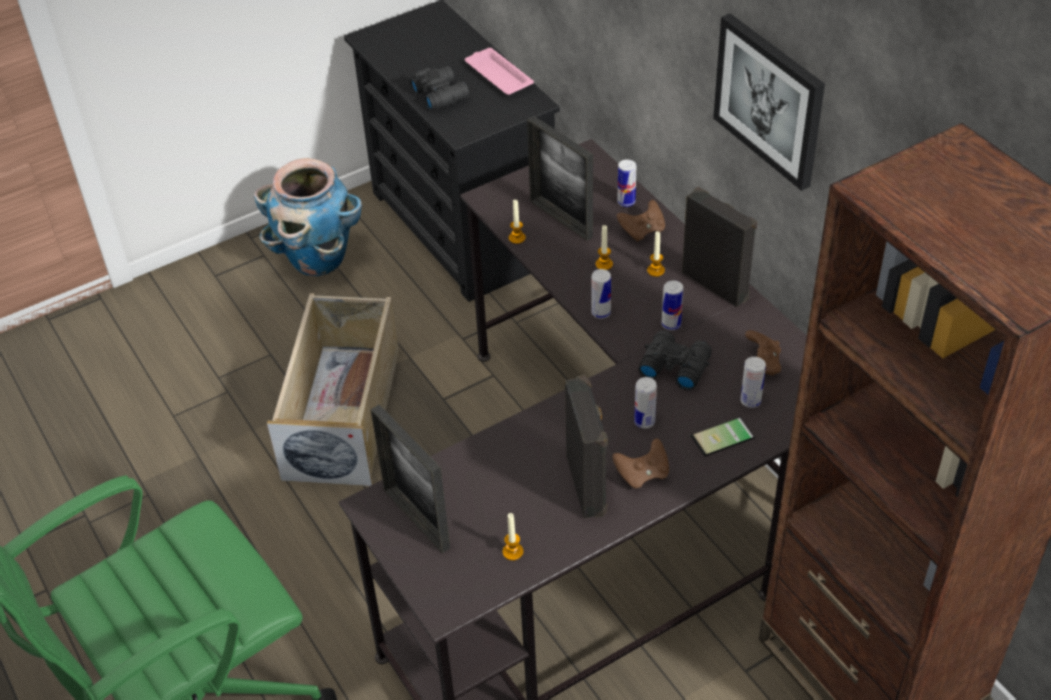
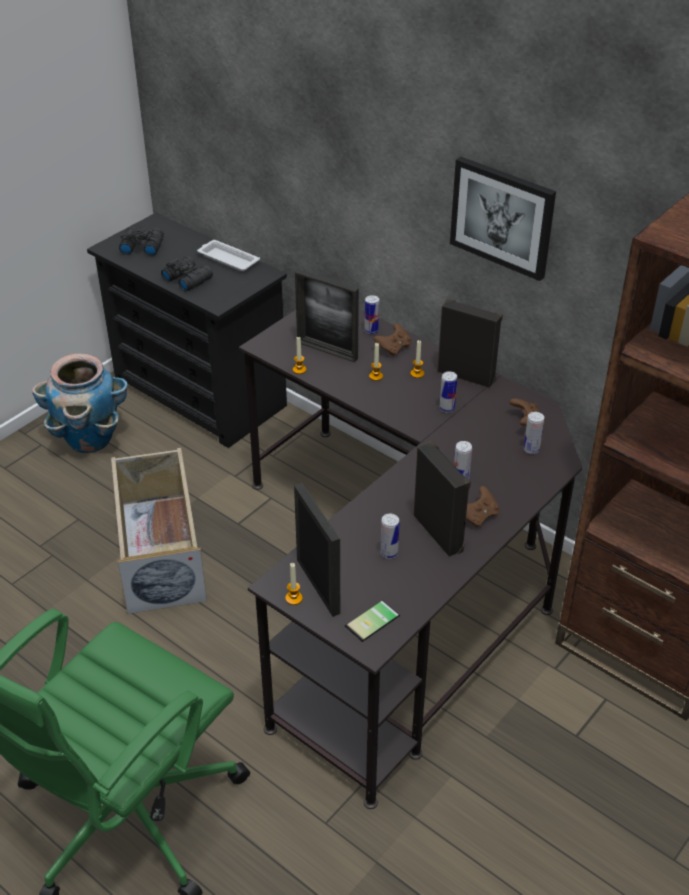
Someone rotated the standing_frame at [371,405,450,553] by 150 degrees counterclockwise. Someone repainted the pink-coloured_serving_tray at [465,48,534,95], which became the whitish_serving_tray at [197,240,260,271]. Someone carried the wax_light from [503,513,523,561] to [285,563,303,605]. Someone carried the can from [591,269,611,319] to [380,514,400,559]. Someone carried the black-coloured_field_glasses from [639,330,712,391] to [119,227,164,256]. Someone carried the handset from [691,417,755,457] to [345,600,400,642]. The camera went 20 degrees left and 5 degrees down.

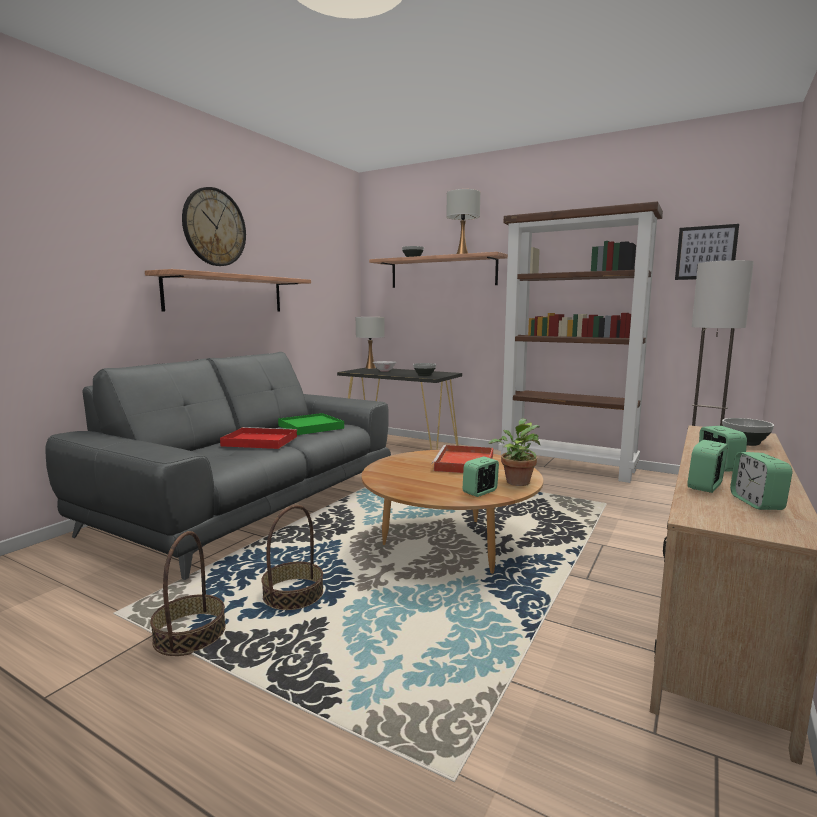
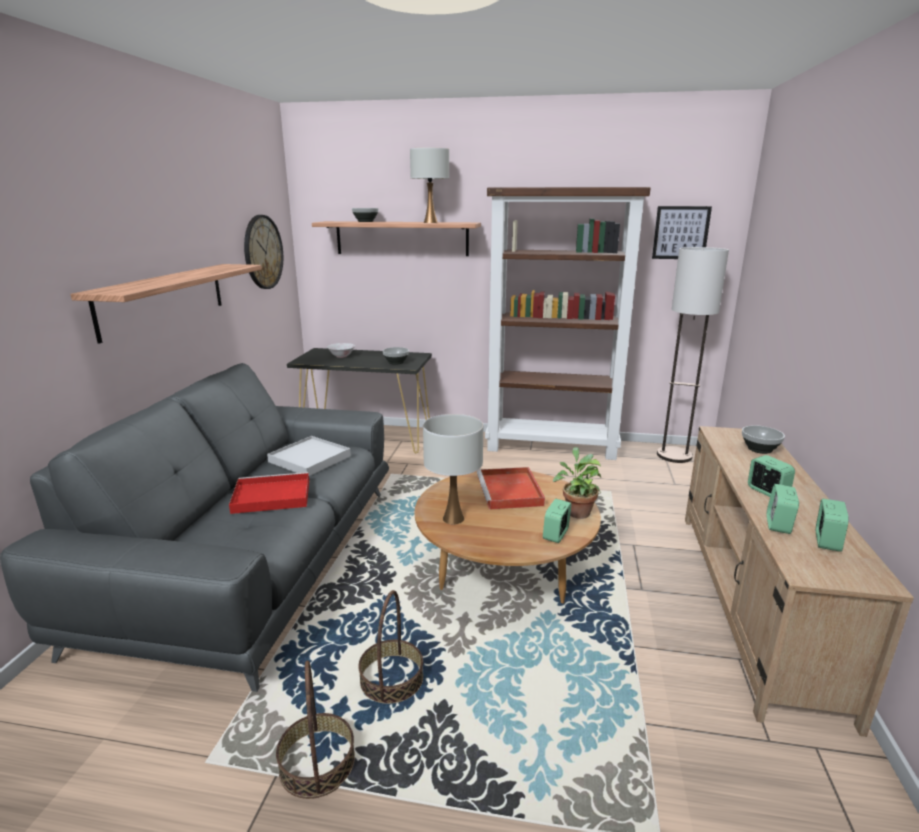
Someone carried the wall_clock from [182,187,246,266] to [244,215,283,289]. Someone repainted the green-coloured_serving_tray at [278,413,344,435], which became the whitish_serving_tray at [267,436,351,476]. Someone carried the whitish_lamp_for_a_table from [356,317,385,369] to [423,414,483,524]. Someone rotated the alarm_clock at [730,452,792,510] by 135 degrees counterclockwise. The camera went 20 degrees left and 10 degrees up.

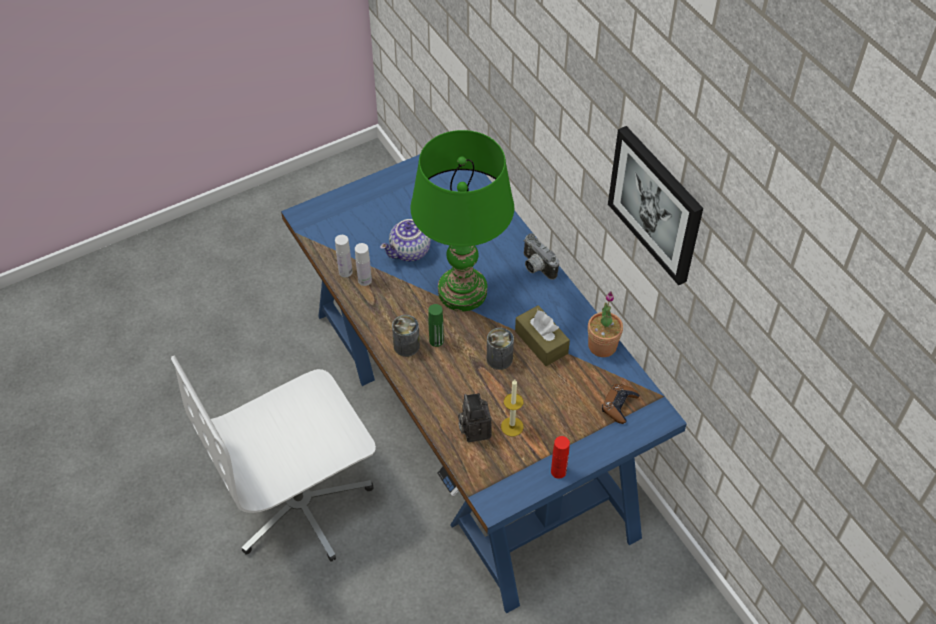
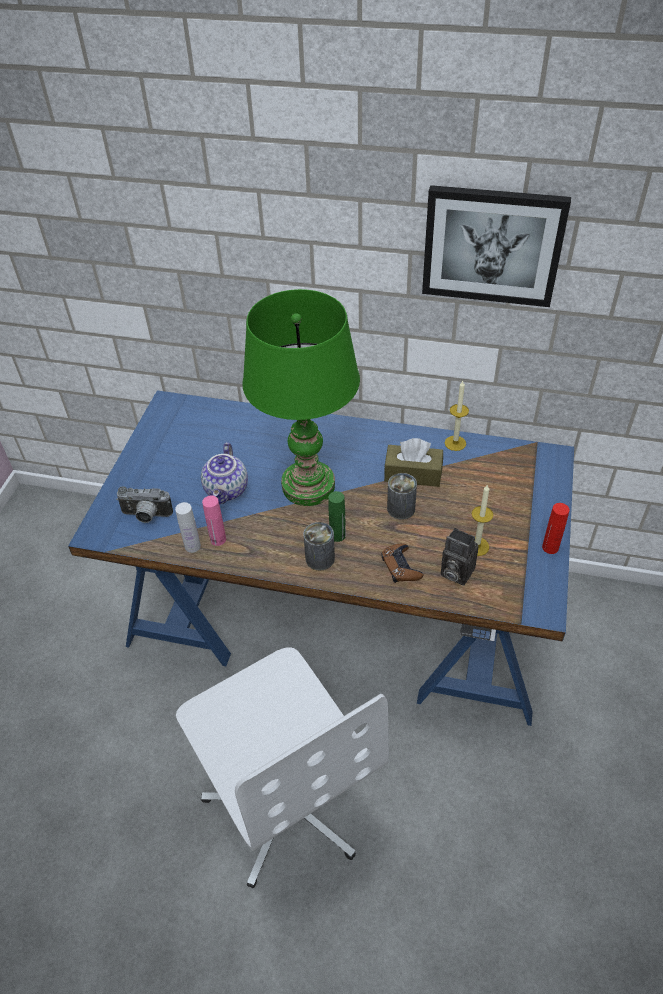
Someone rotated the whitish_computer_chair at [171,355,376,562] by 45 degrees counterclockwise. Someone repainted the whitish_beverage_bottle at [355,243,372,286], which became the pink-coloured_beverage_bottle at [202,495,226,546]. Someone carried the photo_camera from [523,233,559,280] to [116,486,173,523]. Someone swapped the plant_in_a_pot at [588,291,623,357] for the wax_light at [445,381,469,451]. Someone carried the brownish_game_controller from [602,384,639,424] to [381,543,424,583]. The camera went 45 degrees left and 5 degrees down.

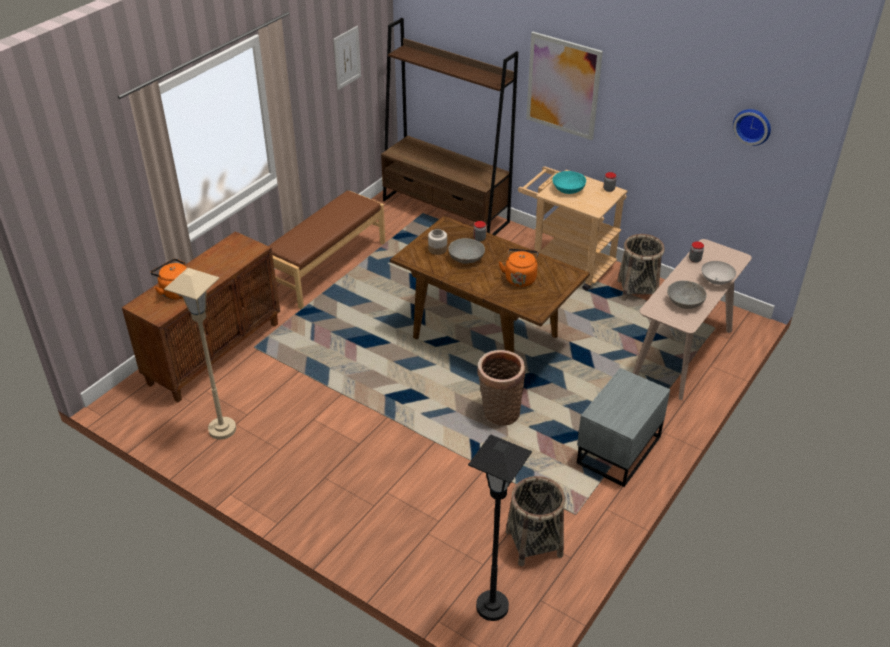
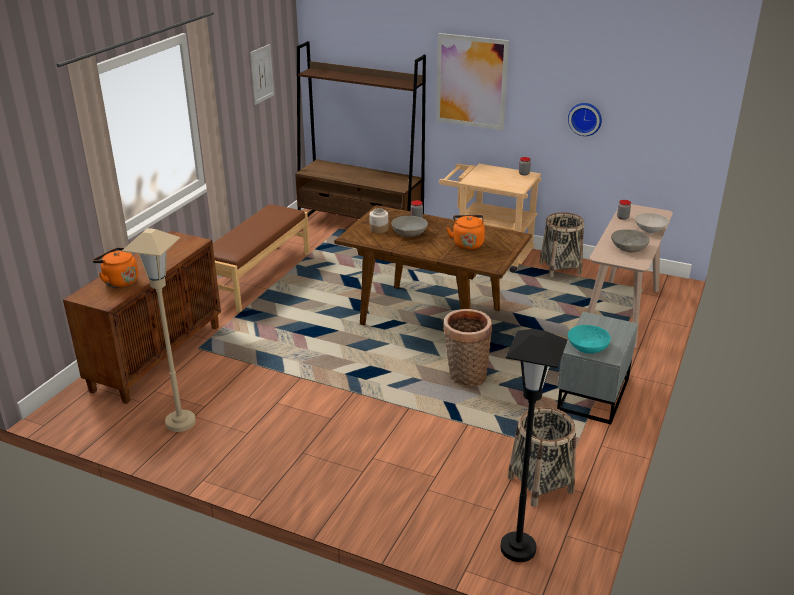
Someone carried the blue-green_serving_bowl from [553,171,586,194] to [568,325,611,354]. Someone carried the wall_clock from [733,109,771,146] to [568,103,602,136]. The camera went 10 degrees left and 10 degrees down.

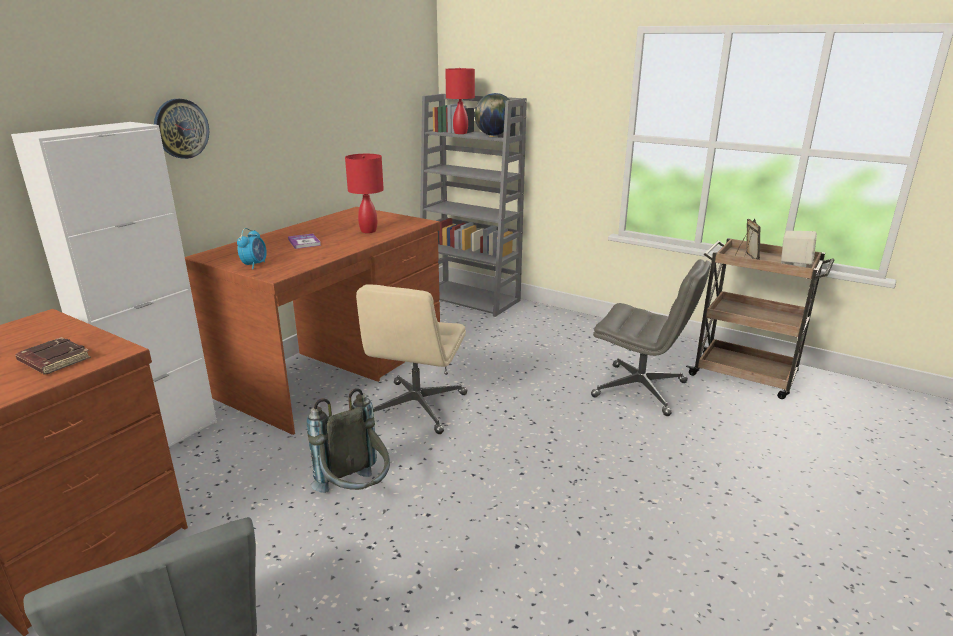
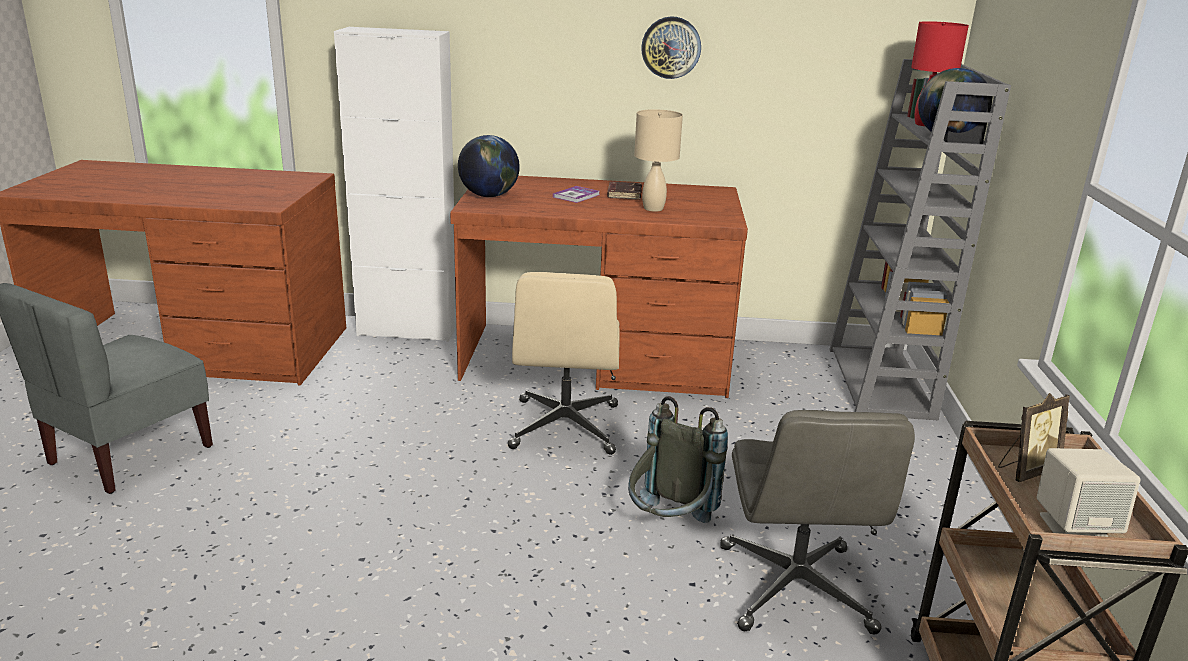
Someone carried the brownish_book from [15,337,91,374] to [607,182,642,200]. Someone carried the wall_clock from [154,99,209,159] to [641,17,701,79]. Someone swapped the alarm_clock at [237,228,267,269] for the desk_globe at [458,135,520,197]. Someone carried the greyish_knapsack from [307,388,390,493] to [628,396,728,523]. Someone repainted the reddish_lamp_for_a_table at [345,154,384,233], which became the beige-coloured_lamp_for_a_table at [634,109,683,212]. Someone rotated the beige-coloured_computer_chair at [356,284,467,434] by 75 degrees counterclockwise. The camera went 60 degrees right and 0 degrees up.

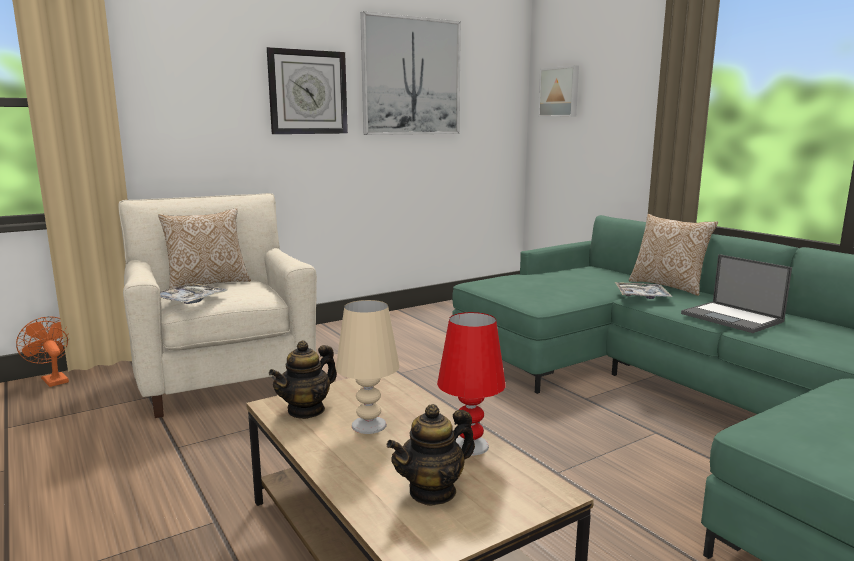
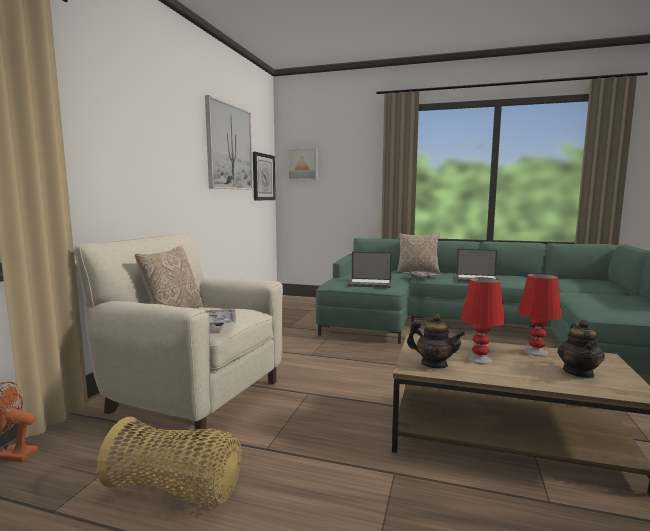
Someone carried the wall_clock from [267,47,348,134] to [253,152,276,200]. Someone rotated the teapot at [269,340,337,419] by 60 degrees counterclockwise. Someone repainted the beige-coloured_lamp_for_a_table at [336,300,400,434], which became the reddish_lamp_for_a_table at [461,277,505,364]. Someone put down the storage_basket at [97,417,242,505]. Someone put down the laptop at [348,251,392,288]. The camera went 40 degrees left and 5 degrees down.

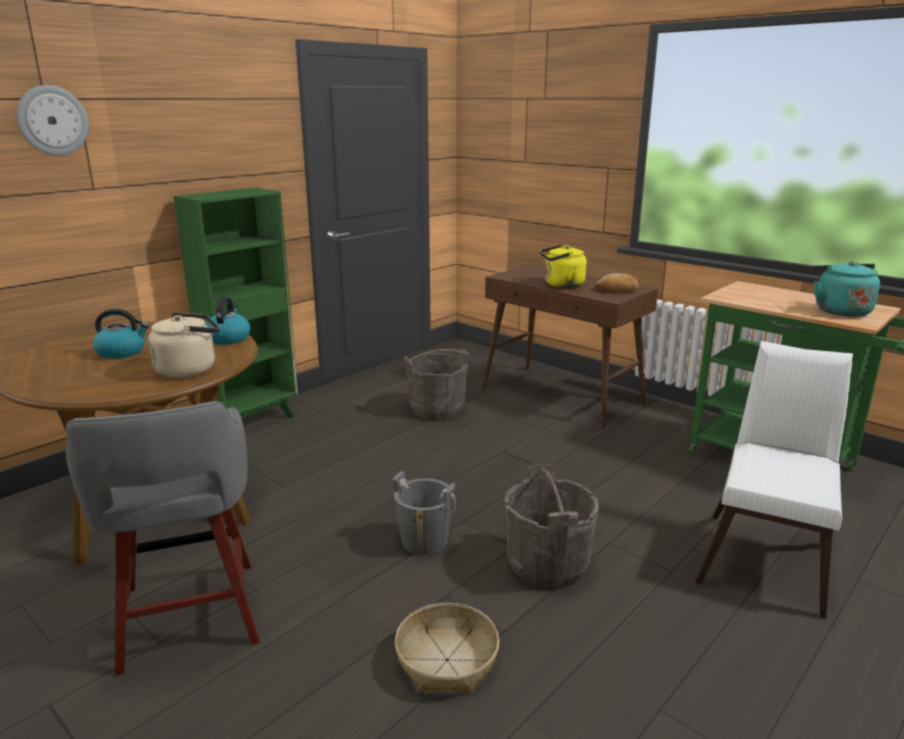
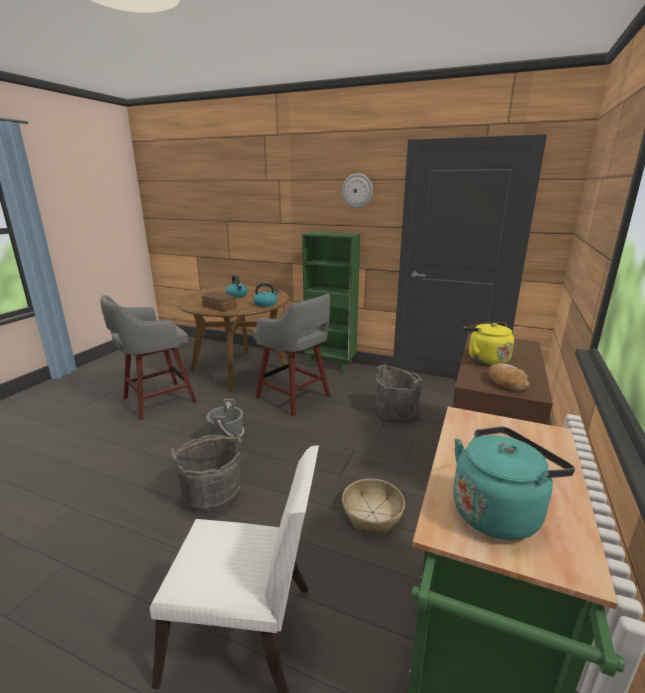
Someone carried the wall_clock from [17,85,89,156] to [342,173,373,208]. Someone swapped the beige-coloured_kettle at [148,313,220,378] for the bread at [202,291,237,312]. Someone carried the storage_basket from [395,603,499,693] to [342,479,405,534]. Someone put down the greyish_stool_seat at [253,294,330,416]. The camera went 70 degrees right and 0 degrees up.

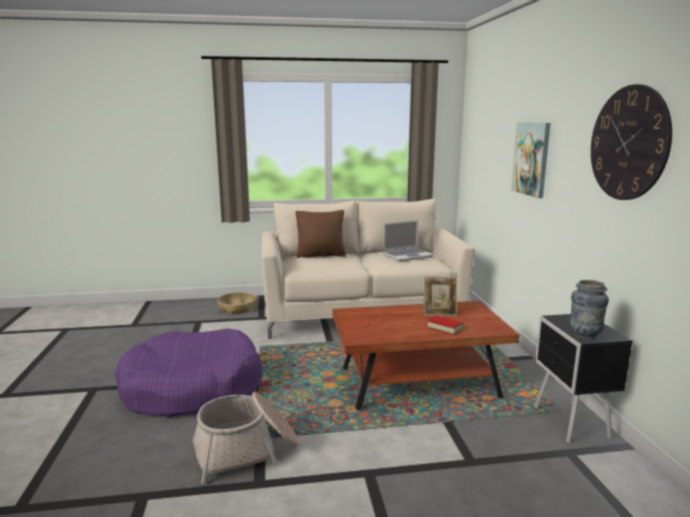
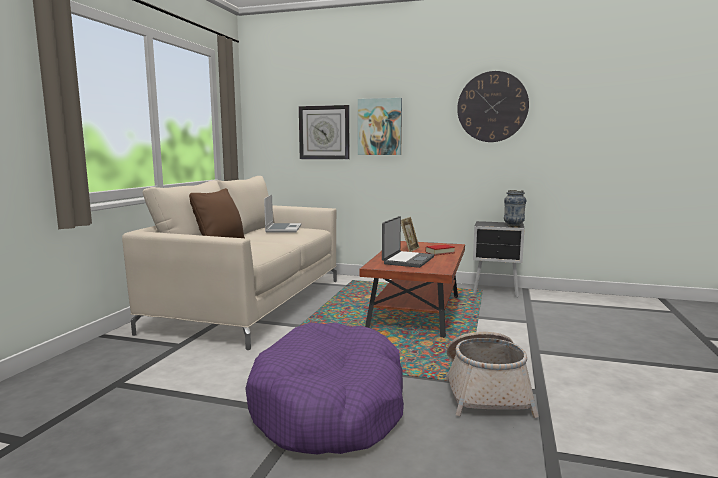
Someone took away the storage_basket at [217,292,256,315]. Someone put up the wall_clock at [299,105,349,159]. Someone put down the laptop at [382,216,435,268]. The camera went 65 degrees left and 5 degrees down.

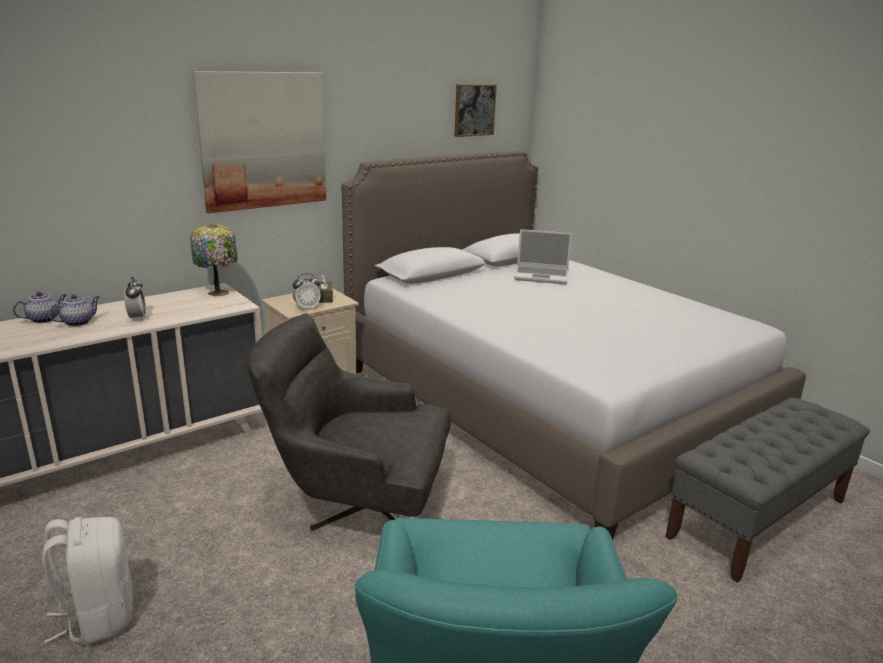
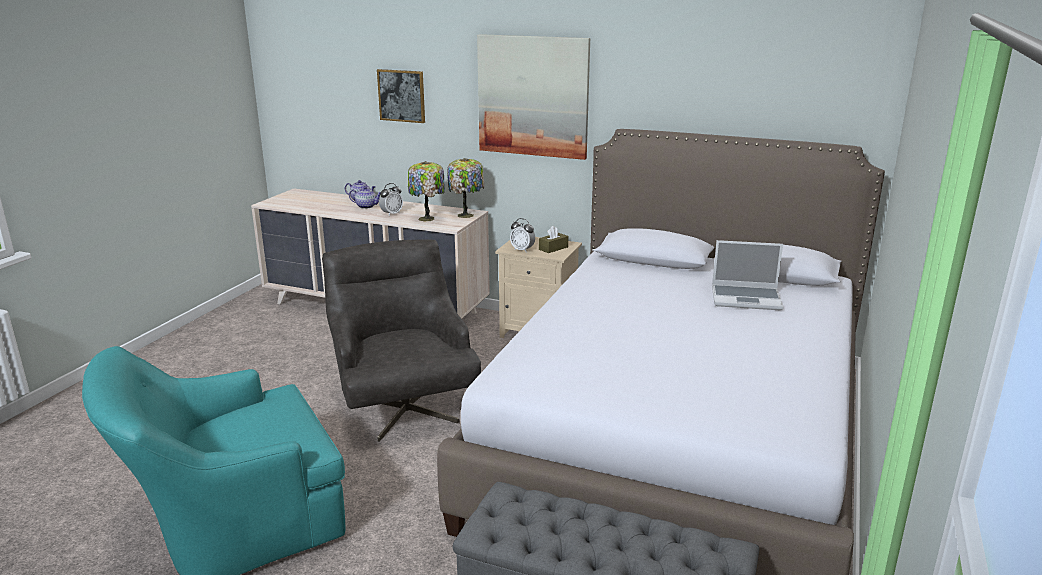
Someone took away the whitish_knapsack at [42,517,133,645]. Someone carried the wall_picture from [454,84,497,137] to [377,69,425,123]. Someone rotated the laptop at [514,229,572,284] by 60 degrees counterclockwise. Someone put down the lamp_for_a_table at [408,161,445,222]. The camera went 60 degrees right and 0 degrees up.

